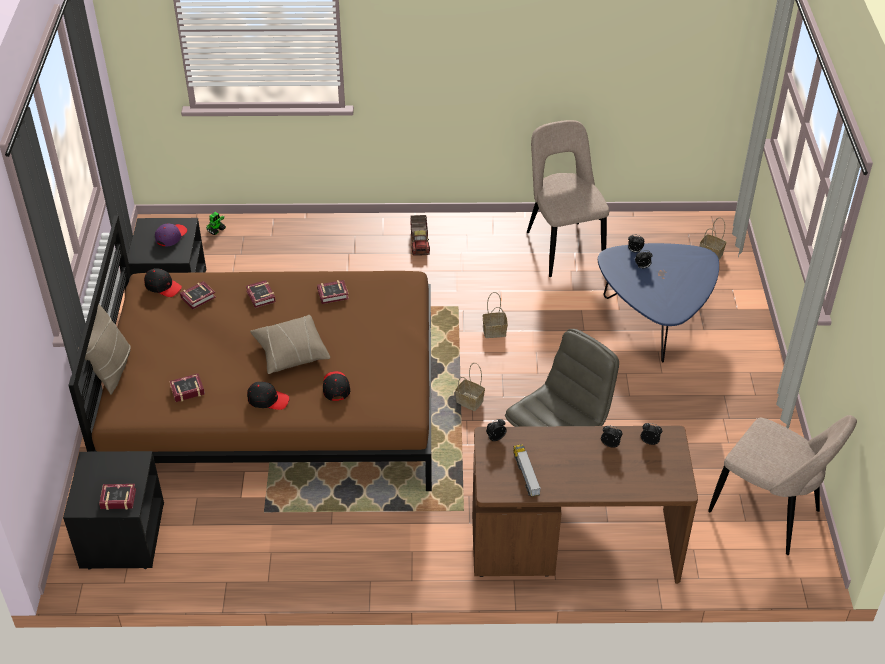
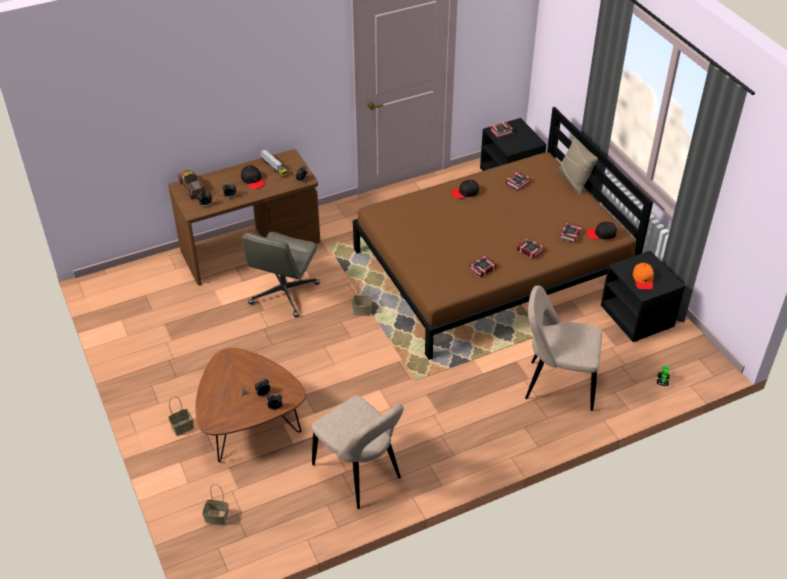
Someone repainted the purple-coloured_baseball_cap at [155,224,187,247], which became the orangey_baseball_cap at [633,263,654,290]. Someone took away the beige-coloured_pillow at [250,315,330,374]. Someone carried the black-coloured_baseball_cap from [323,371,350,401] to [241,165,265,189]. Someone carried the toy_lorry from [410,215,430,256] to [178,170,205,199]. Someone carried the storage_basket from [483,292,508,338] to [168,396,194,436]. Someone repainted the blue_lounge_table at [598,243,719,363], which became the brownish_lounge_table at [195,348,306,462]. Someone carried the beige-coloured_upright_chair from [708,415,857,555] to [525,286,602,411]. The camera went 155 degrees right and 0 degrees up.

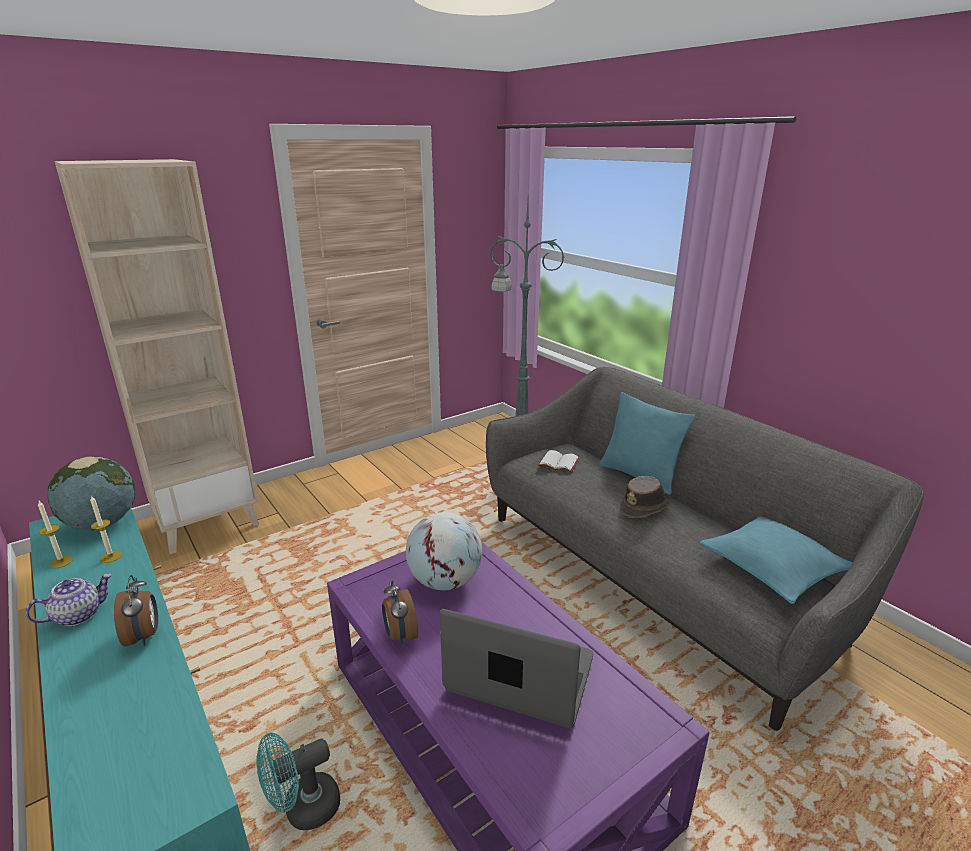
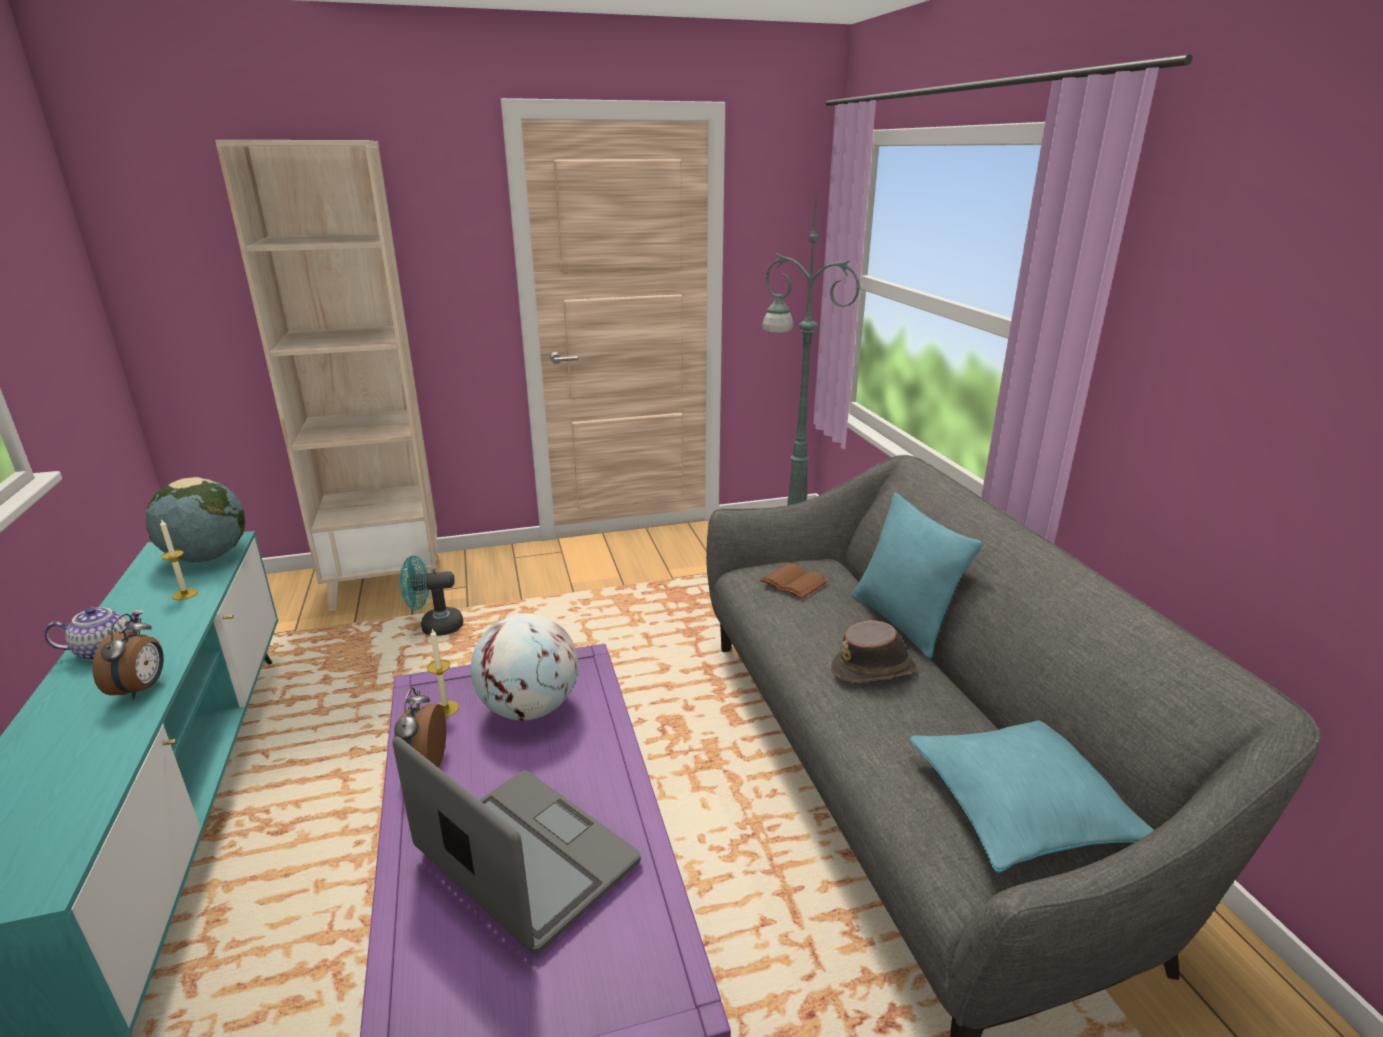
Someone carried the wax_light from [38,501,73,568] to [427,628,459,717]. Someone carried the blue-green_fan from [256,732,340,830] to [400,556,463,636]. Someone repainted the whitish_book at [538,450,580,472], which became the brownish_book at [760,563,828,599]. The camera went 20 degrees right and 0 degrees up.

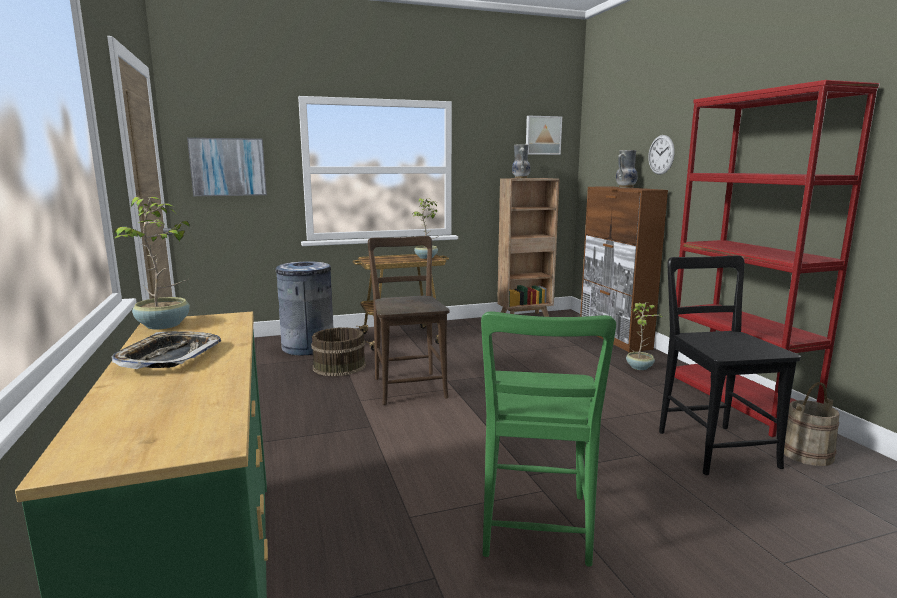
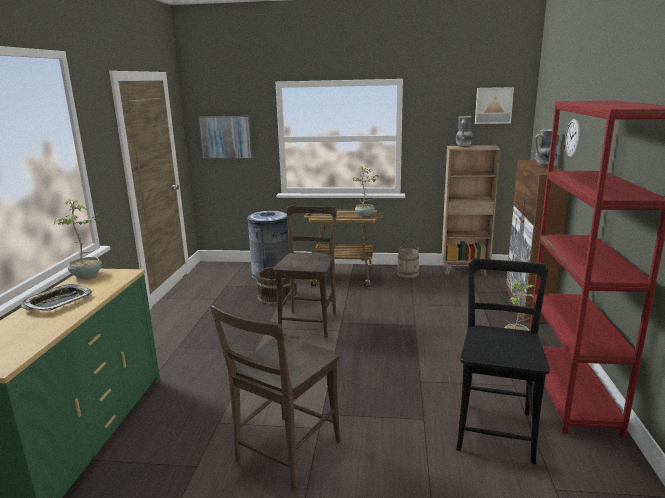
Someone repainted the green-coloured_upright_chair at [481,311,616,567], which became the brownish_upright_chair at [210,305,341,491]. Someone carried the beige-coloured_bucket from [784,382,839,466] to [397,239,421,278]. The camera went 25 degrees right and 5 degrees up.

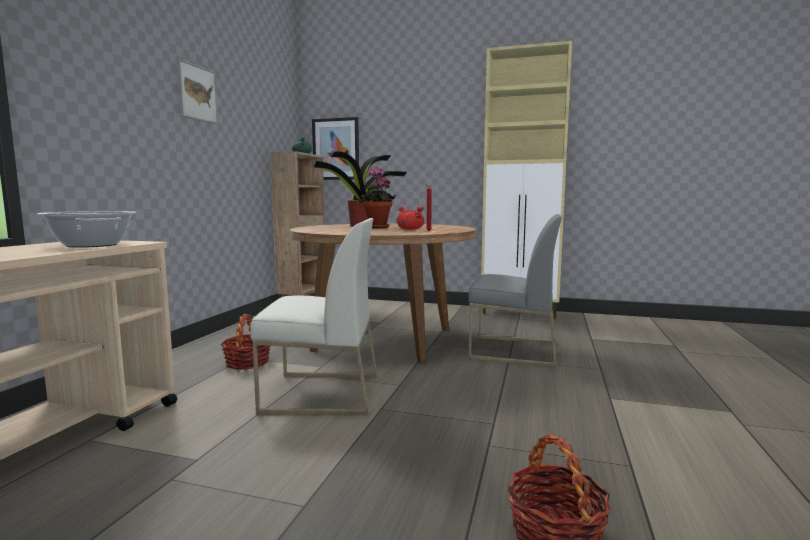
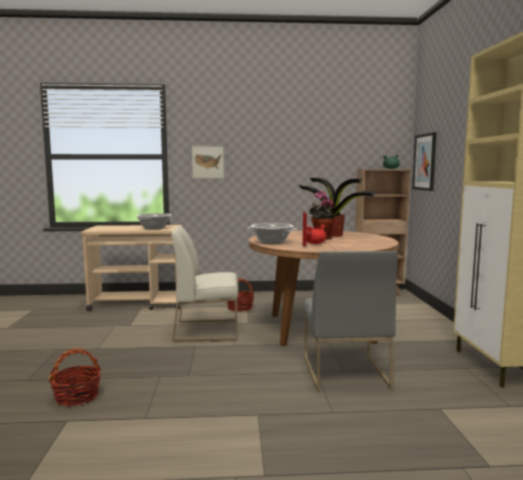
Someone carried the wall_picture from [177,59,219,124] to [191,145,225,179]. Someone rotated the whitish_upright_chair at [250,218,377,415] by 105 degrees clockwise. Someone put down the saucepot at [247,223,297,244]. The camera went 70 degrees right and 0 degrees up.

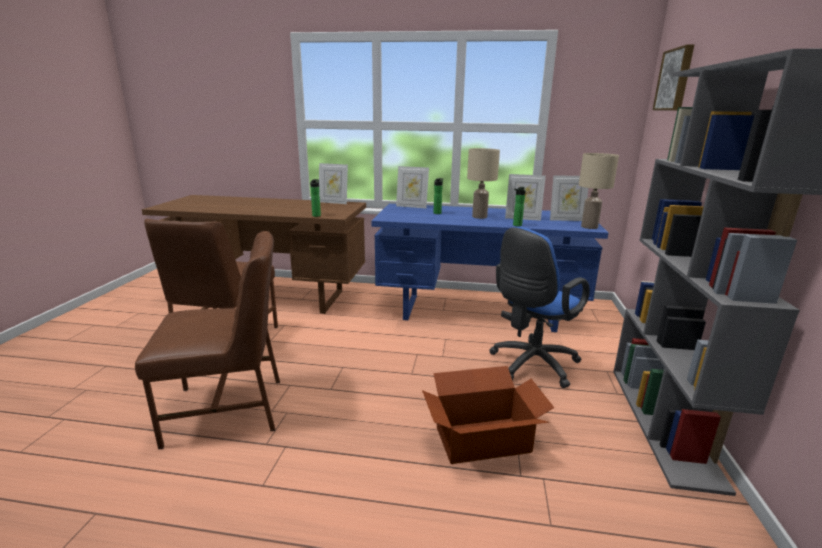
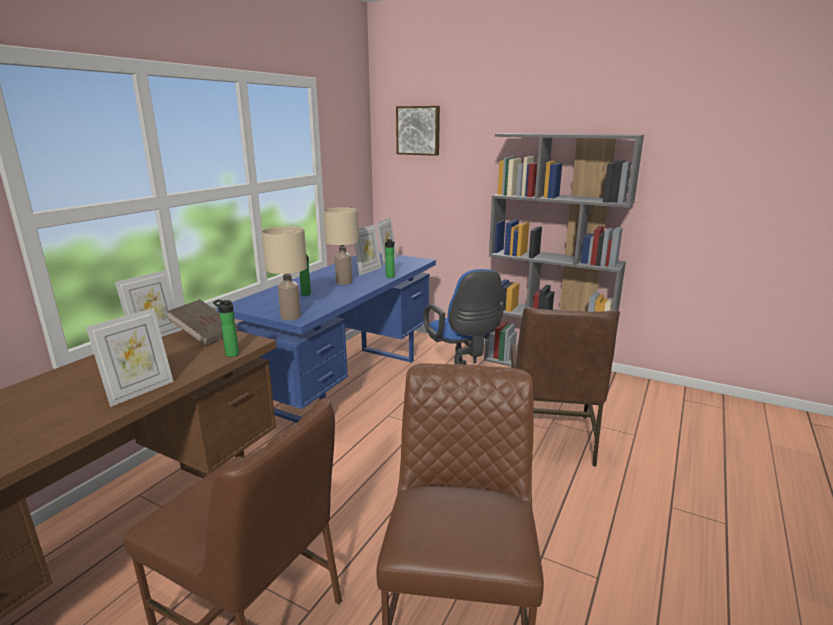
Someone carried the standing_frame from [396,166,429,208] to [86,308,174,407]. Someone swapped the carton at [422,366,554,464] for the brownish_upright_chair at [510,307,620,466]. Someone carried the beige-coloured_lamp_for_a_table from [579,153,619,229] to [262,226,307,320]. Someone put down the brownish_book at [166,299,238,346]. The camera went 70 degrees left and 0 degrees up.

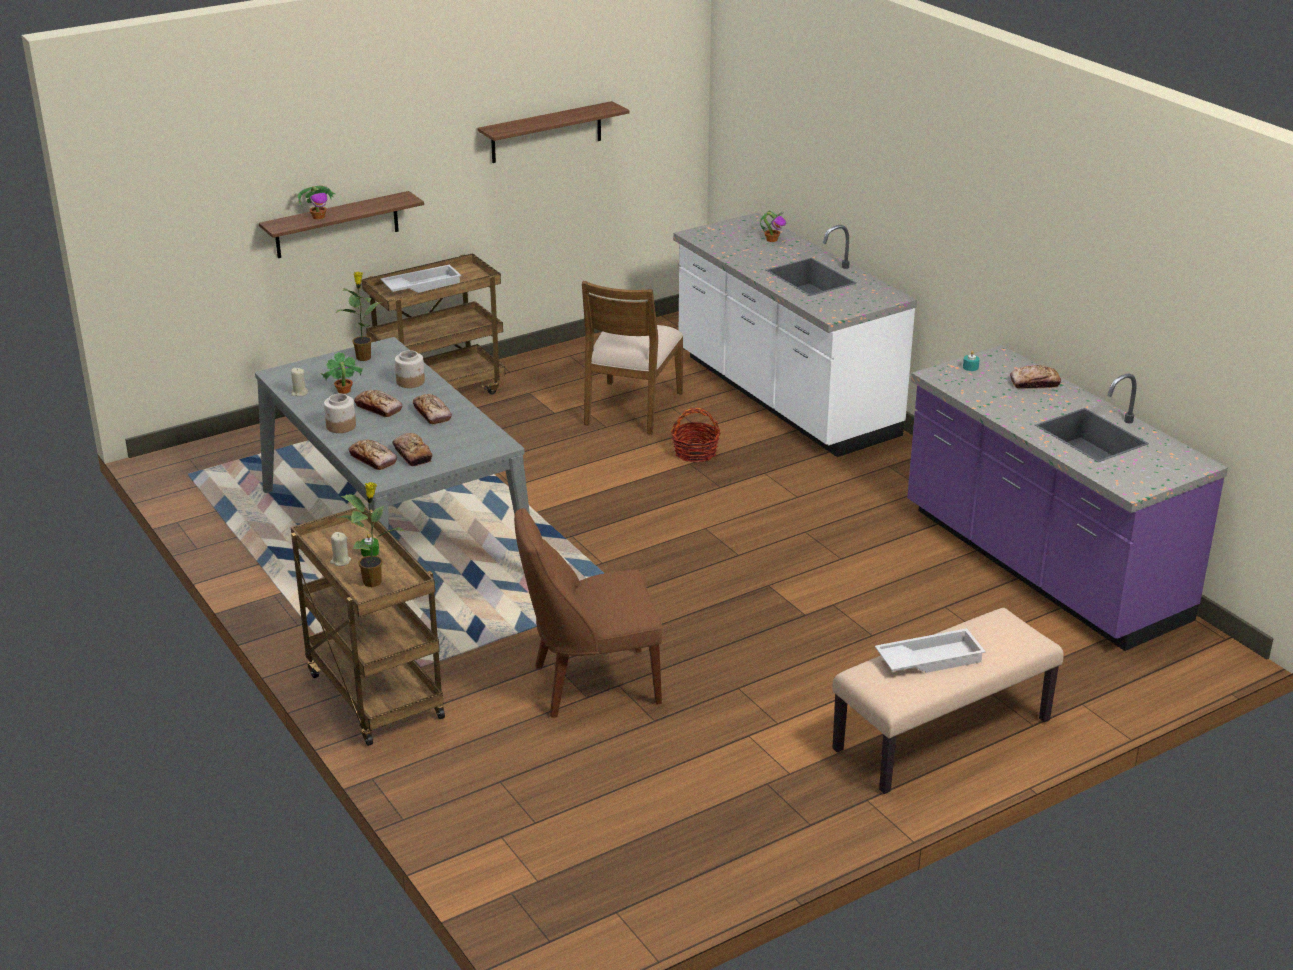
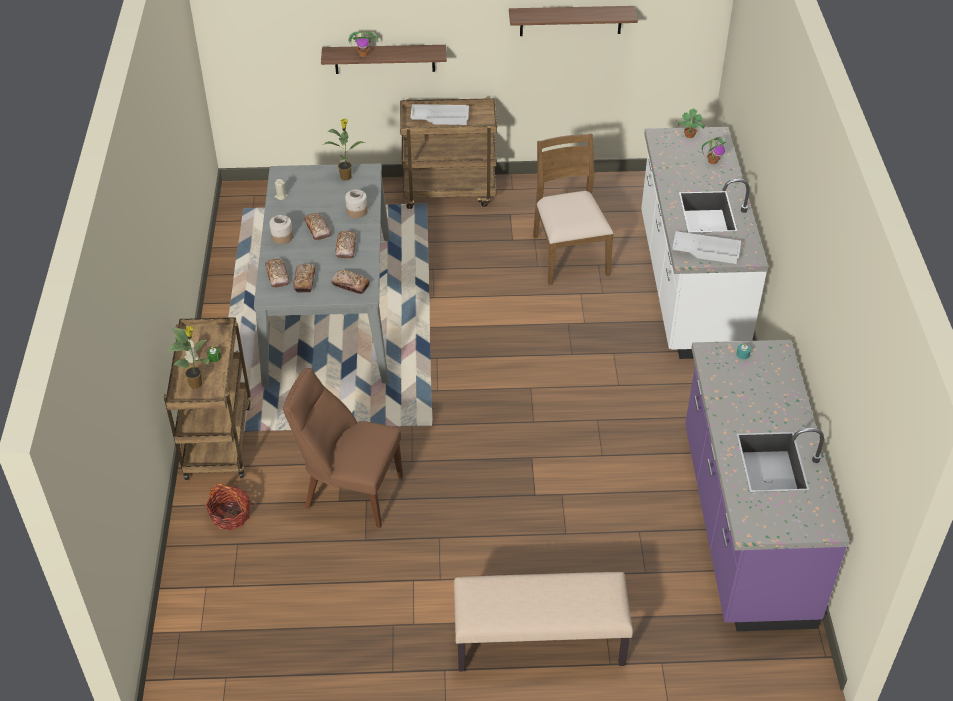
Someone carried the plant_in_a_pot from [321,352,363,394] to [676,108,706,138]. Someone rotated the brownish_upright_chair at [582,281,683,435] by 120 degrees clockwise. Someone carried the storage_basket from [670,408,721,463] to [206,484,251,530]. Someone carried the whitish_serving_tray from [875,628,986,673] to [672,231,741,264]. Someone carried the bread from [1010,365,1061,389] to [331,270,370,294]. The camera went 30 degrees right and 15 degrees up.

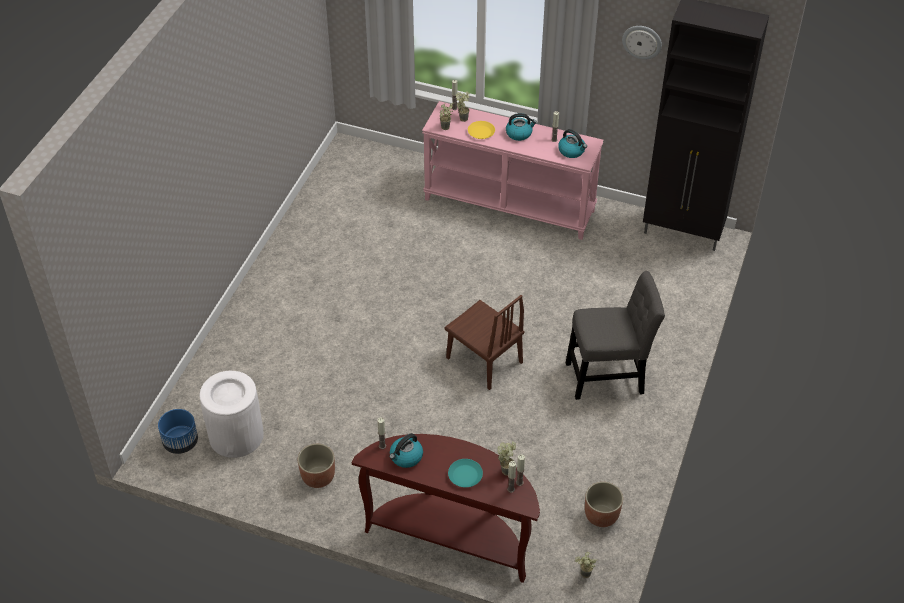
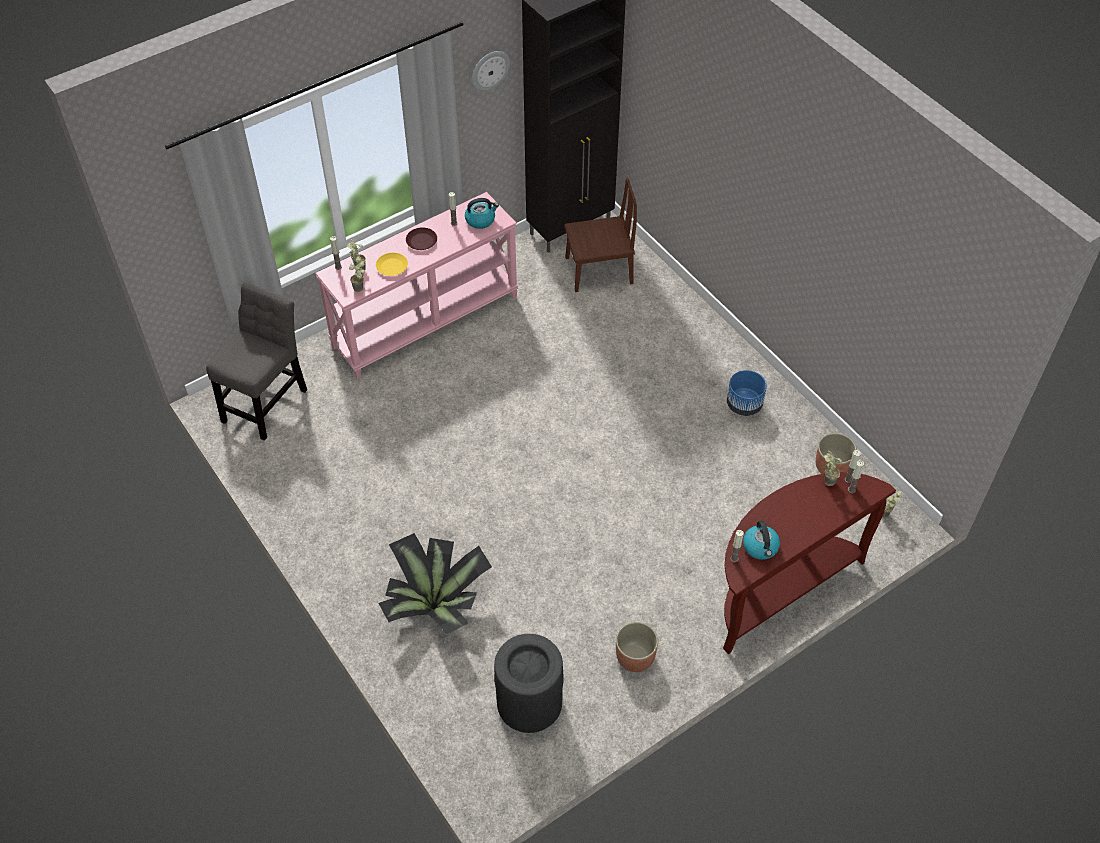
Someone carried the blue_plant_pot from [158,409,198,454] to [727,370,767,416]. Someone repainted the whitish_rubbish_bin at [200,371,264,458], which became the black-coloured_rubbish_bin at [494,634,564,733]. Someone carried the brownish_upright_chair from [444,295,525,390] to [564,178,637,292]. Someone took away the blue-green_plate at [448,459,483,487]. Someone swapped the kettle at [506,113,537,141] for the brownish_plate at [406,227,437,250]. Someone carried the greyish_upright_chair from [566,271,665,400] to [206,283,307,441]. Someone put down the plant_in_a_pot at [378,533,492,634]. The camera went 55 degrees left and 5 degrees up.

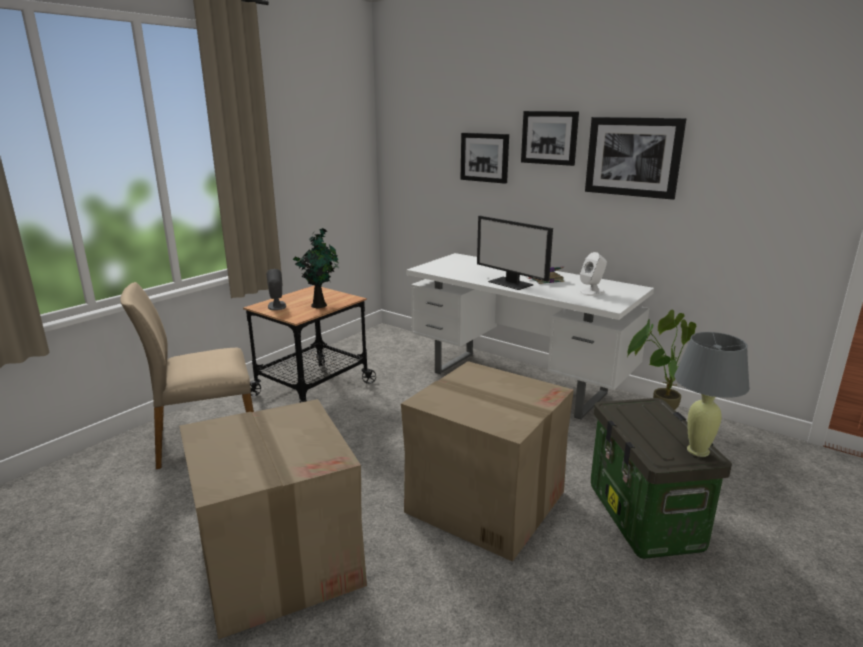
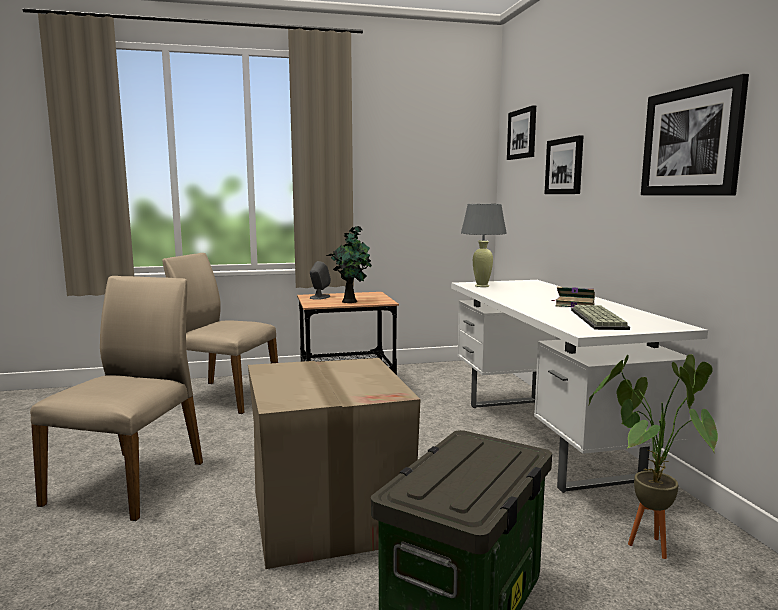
Someone swapped the carton at [179,399,367,640] for the beige-coloured_upright_chair at [30,276,203,521]. Someone took away the computer_screen at [477,216,553,290]. Someone carried the wall_picture from [521,111,579,166] to [507,105,536,160]. Someone swapped the whitish_audio_speaker at [579,252,607,296] for the PC_keyboard at [571,305,630,330]. Someone carried the greyish_lamp_for_a_table from [674,332,750,457] to [461,204,507,287]. The camera went 40 degrees right and 10 degrees down.

